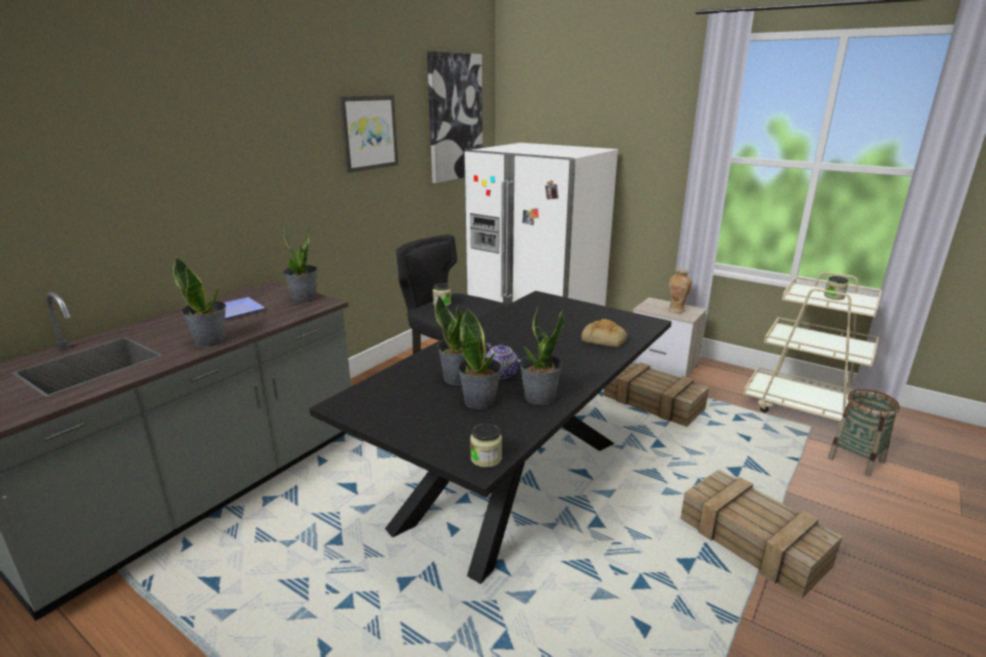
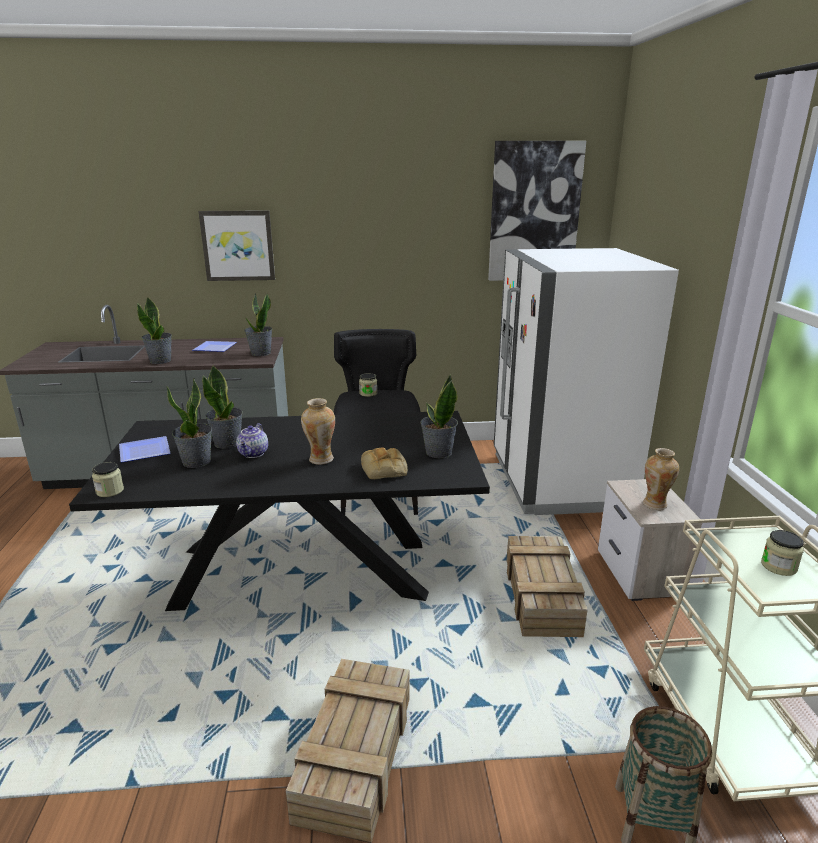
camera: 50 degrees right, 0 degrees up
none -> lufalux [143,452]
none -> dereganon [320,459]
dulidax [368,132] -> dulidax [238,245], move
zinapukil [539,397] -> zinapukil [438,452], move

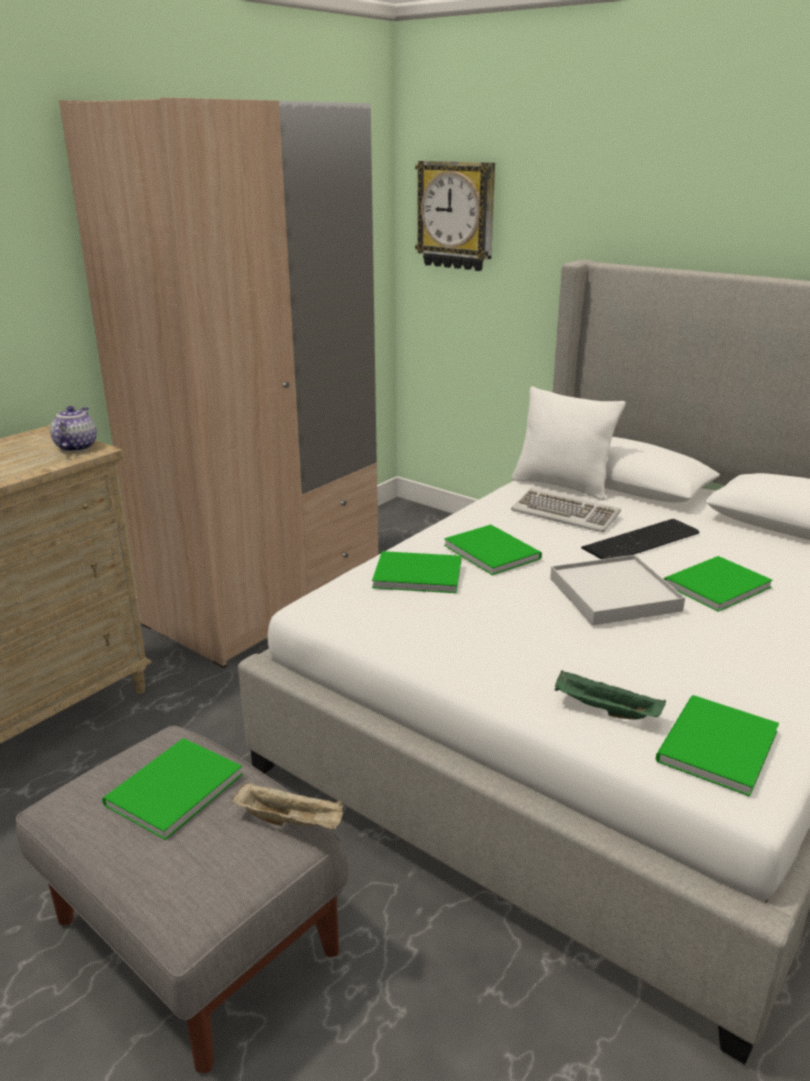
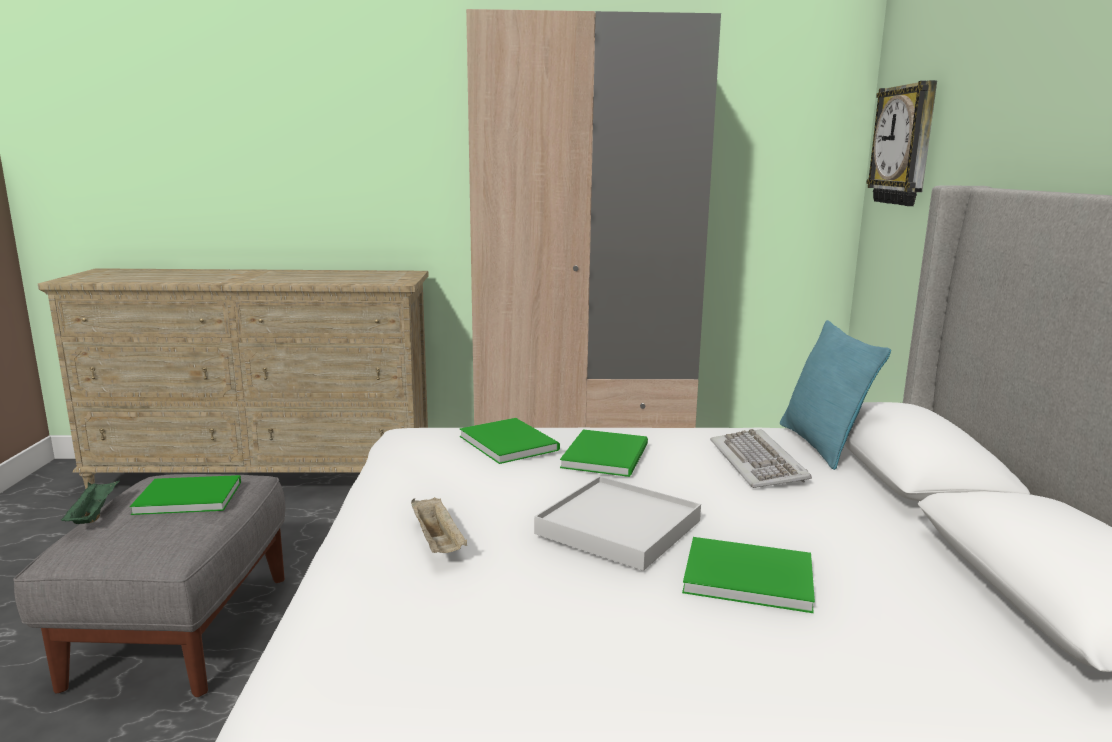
camera: 50 degrees right, 10 degrees down
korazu [76,446] -> none
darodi [644,541] -> none
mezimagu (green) [713,747] -> none
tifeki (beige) [291,821] -> tifeki (beige) [438,543], move
tifeki (green) [604,710] -> tifeki (green) [93,515], move
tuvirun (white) [562,485] -> tuvirun (turquoise) [821,445]

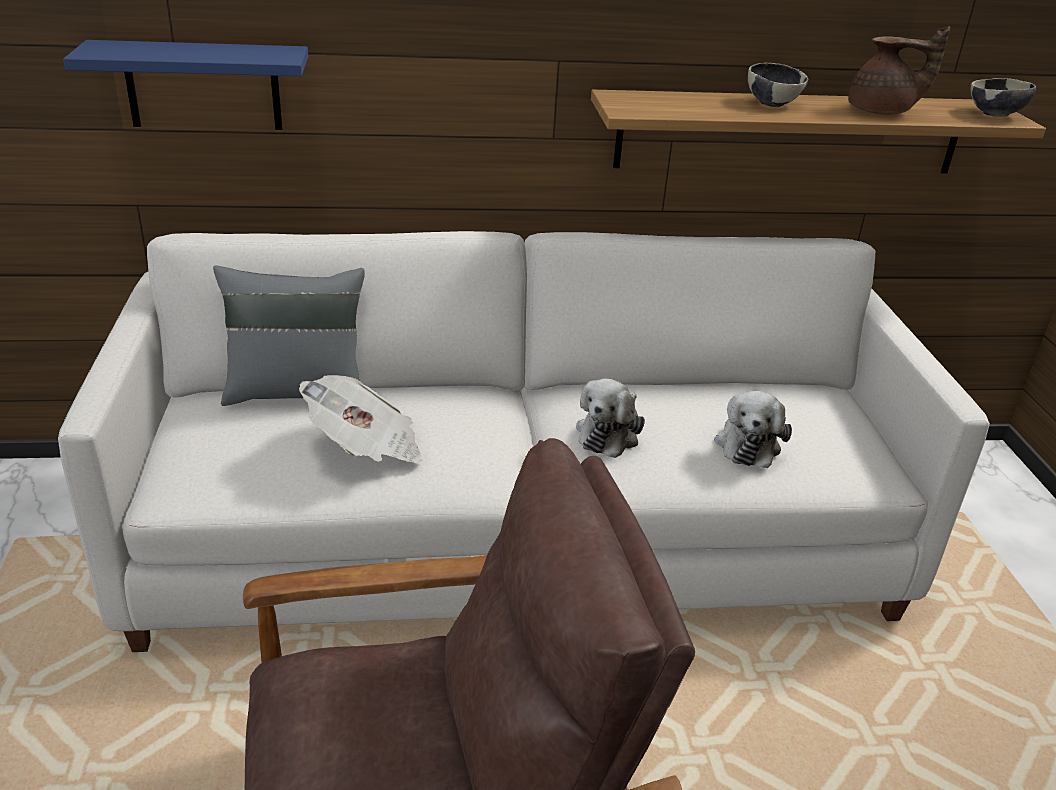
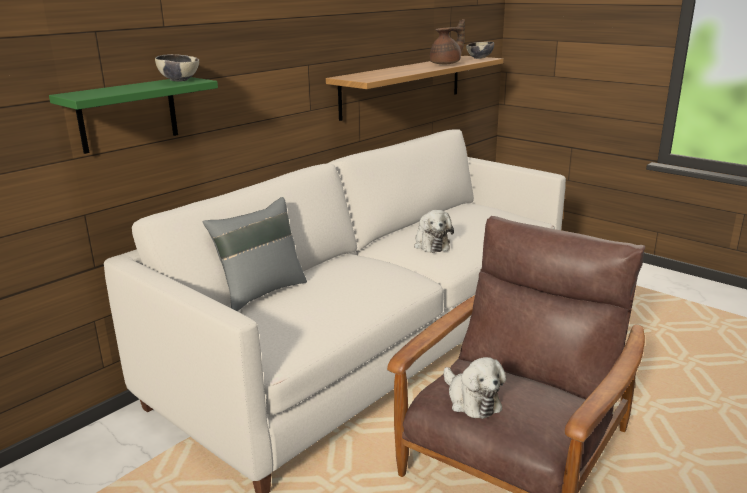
camera: 40 degrees left, 10 degrees down
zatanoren [366,447] -> none
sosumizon [748,443] -> sosumizon [471,400], move
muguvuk [772,103] -> muguvuk [179,80], move
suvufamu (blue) [203,86] -> suvufamu (green) [128,114]

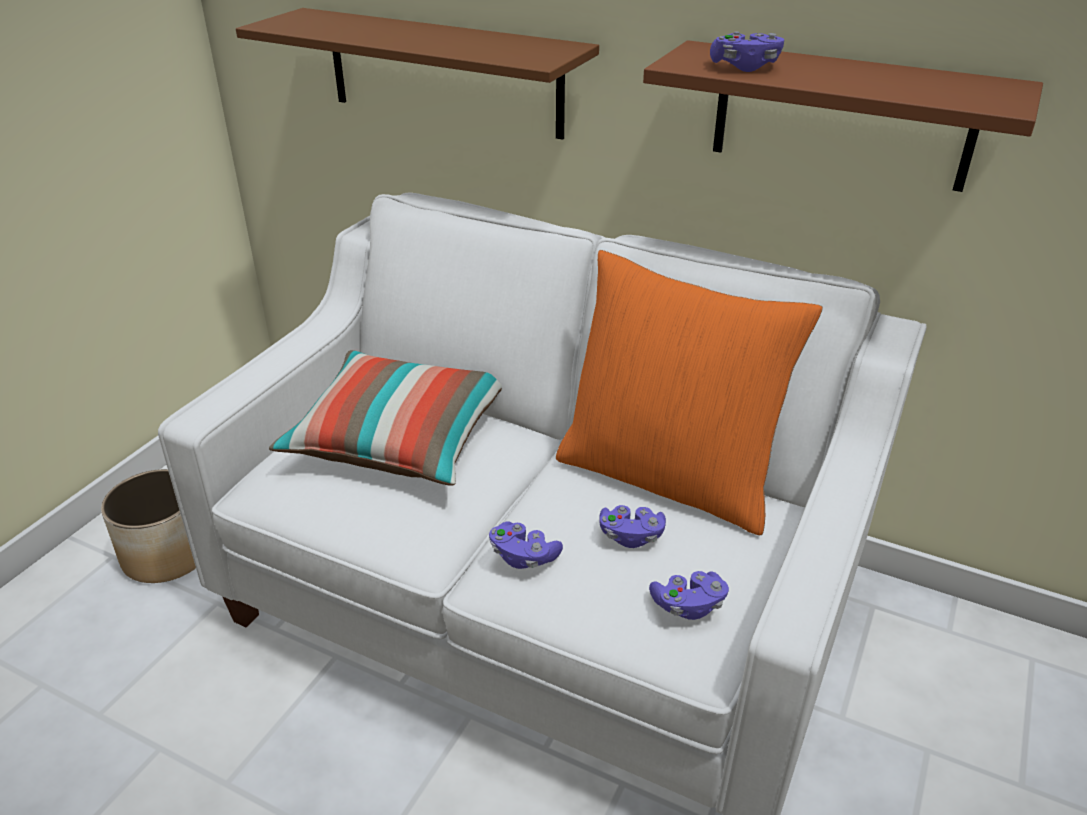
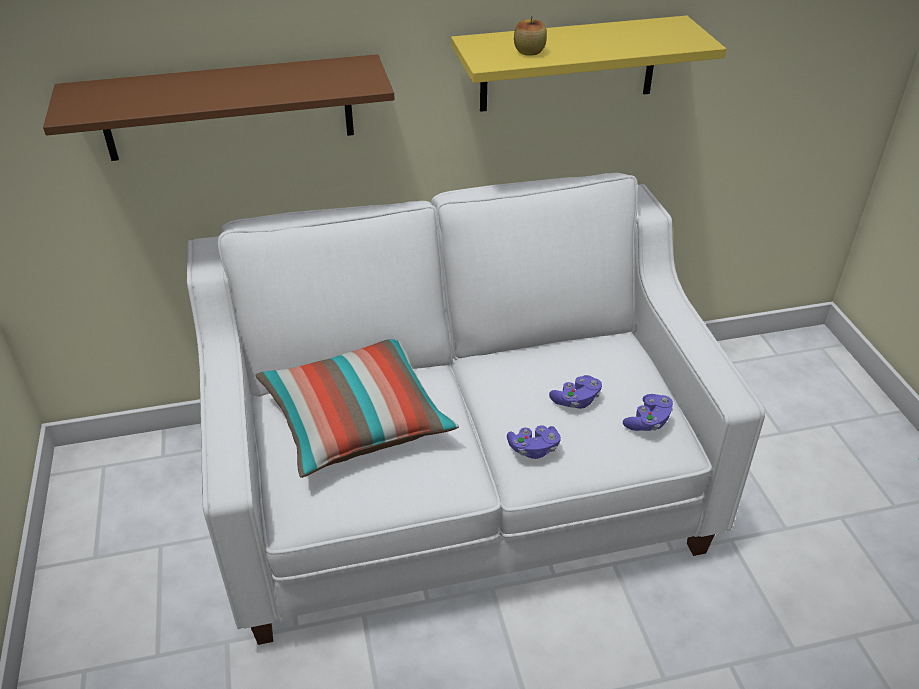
camera: 40 degrees left, 5 degrees up
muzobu [168,554] -> none
tuvirun (orange) [669,475] -> none
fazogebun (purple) [744,67] -> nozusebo [529,52]
suvufamu (brown) [842,116] -> suvufamu (yellow) [568,64]

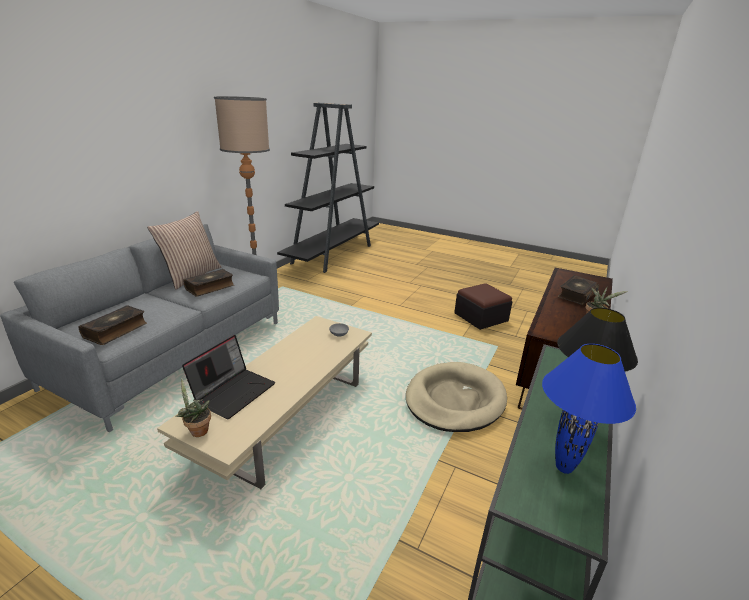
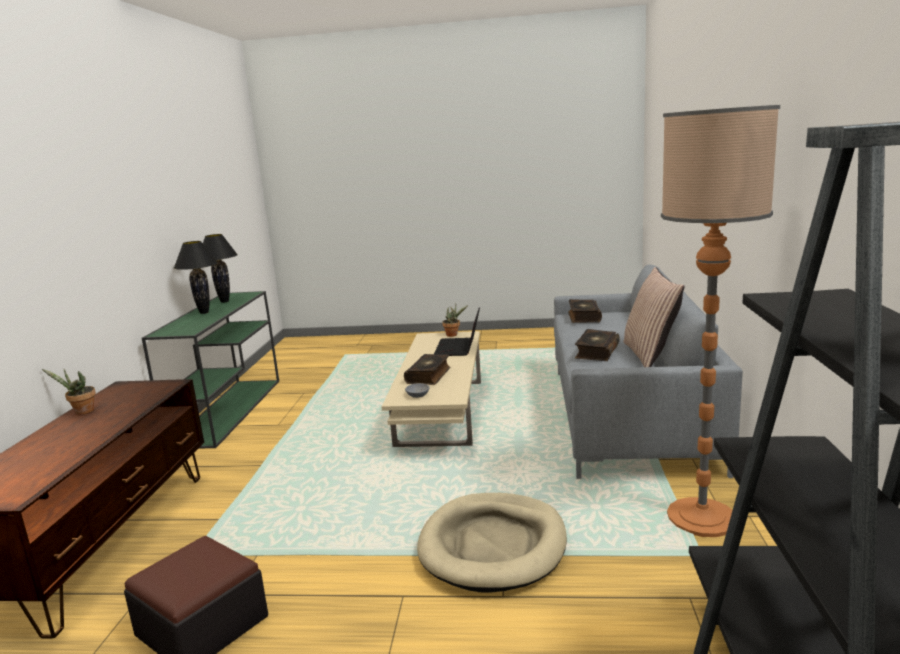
camera: 160 degrees right, 10 degrees down
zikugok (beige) [454,400] -> zikugok (beige) [493,546], move
mezimagu [576,295] -> mezimagu [429,375], move
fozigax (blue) [563,467] -> fozigax (black) [225,301]

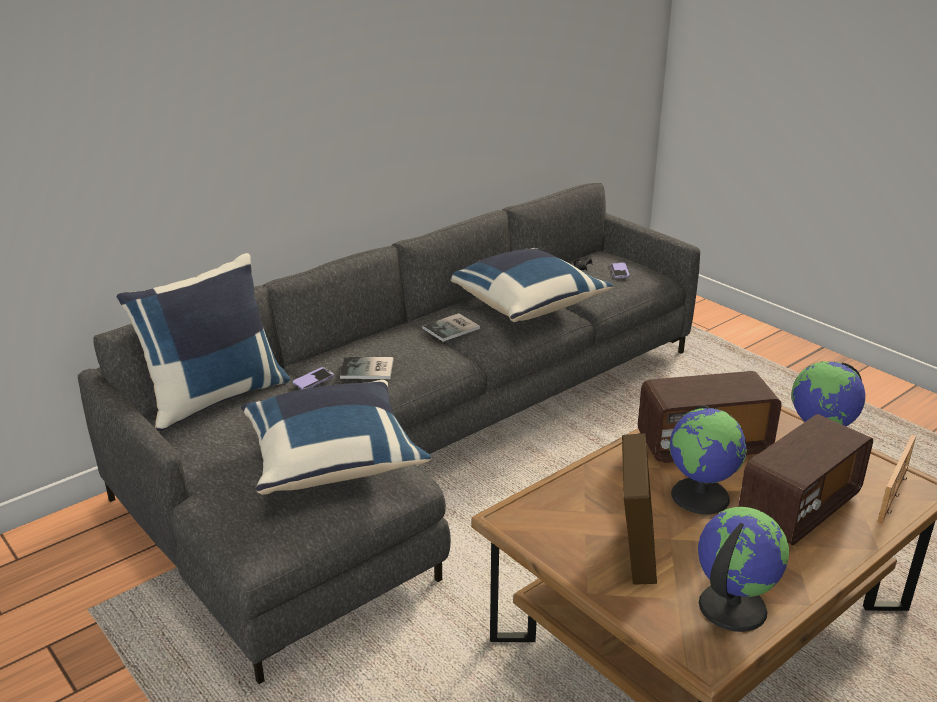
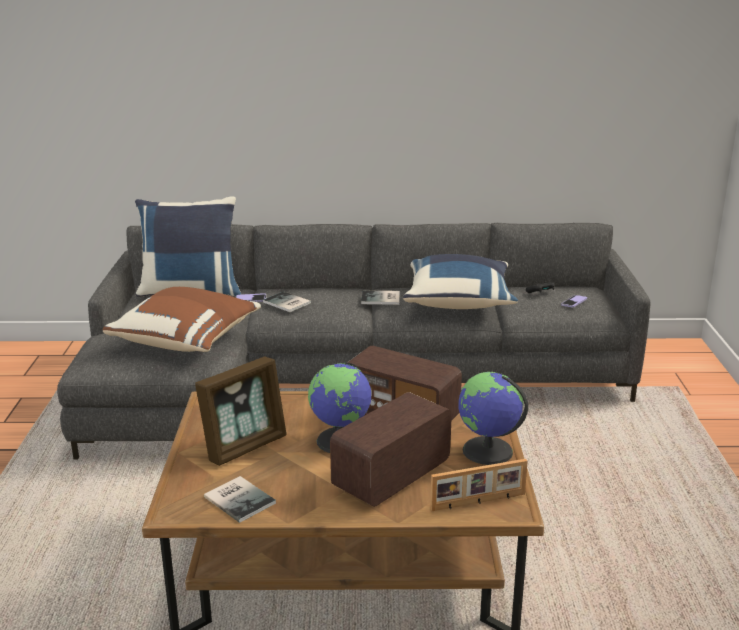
camera: 40 degrees right, 5 degrees down
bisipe [731,606] -> mezimagu [240,498]
tuvirun (blue) [332,460] -> tuvirun (brown) [187,340]
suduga [798,508] -> suduga [392,476], 135 degrees clockwise

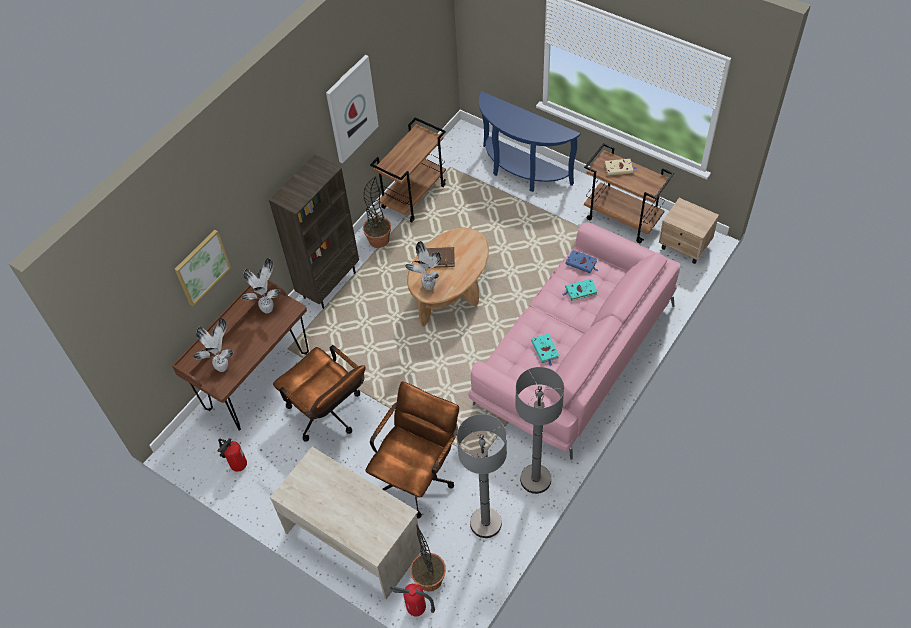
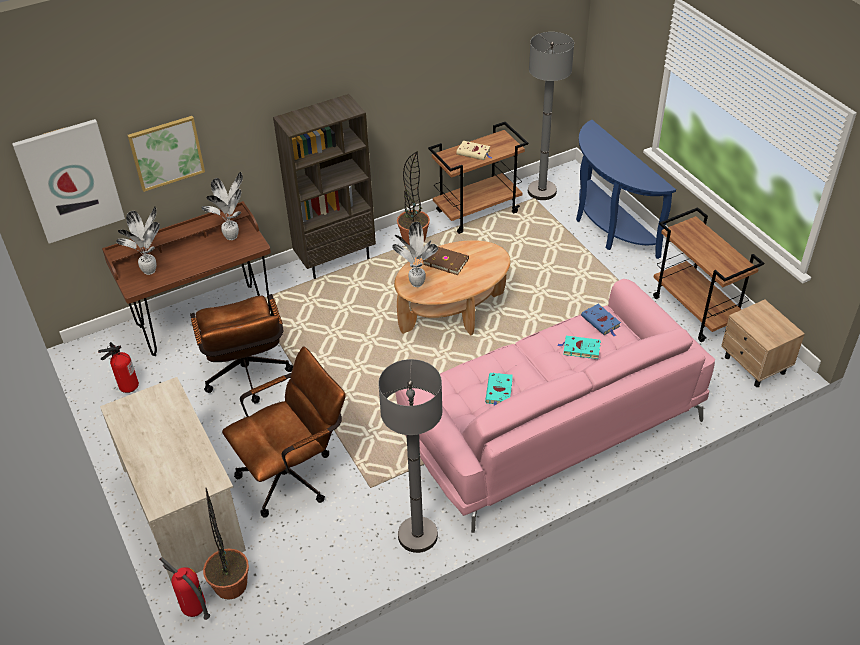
camera: 25 degrees right, 10 degrees down
dulidax [351,109] -> dulidax [70,181], move
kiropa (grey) [485,523] -> kiropa (grey) [542,191], move
mezimagu (beige) [619,168] -> mezimagu (beige) [474,152], move

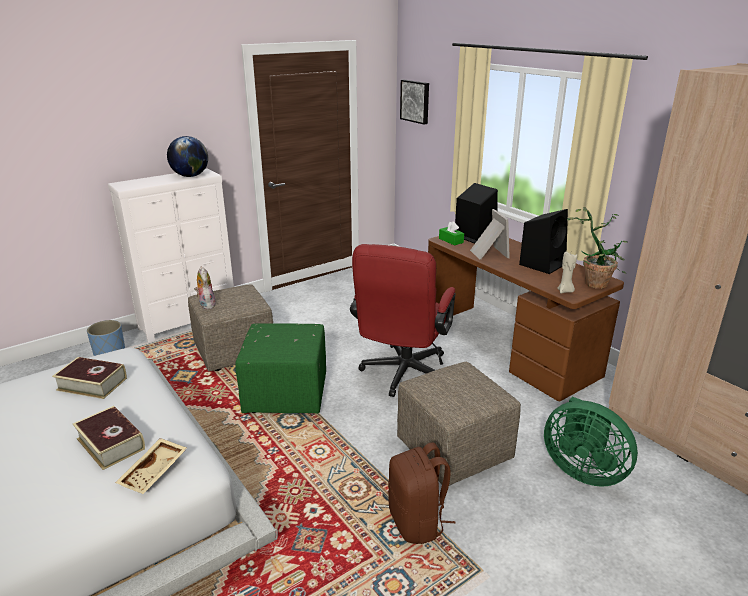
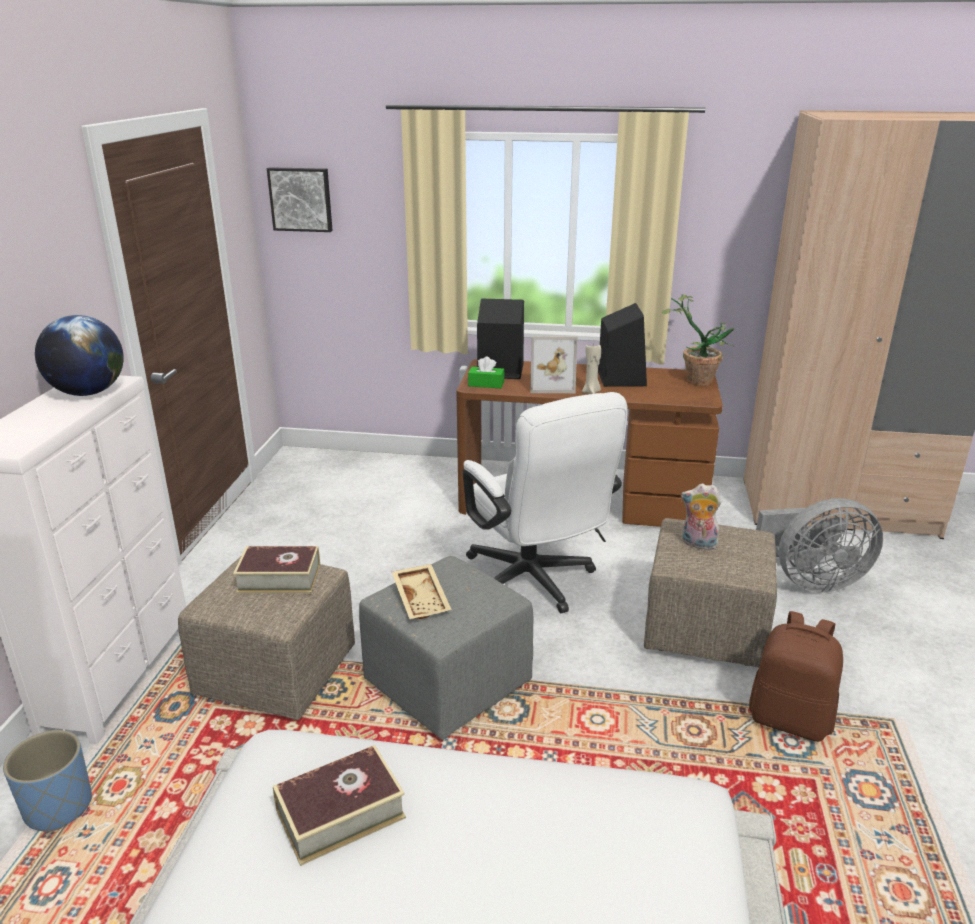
camera: 45 degrees left, 0 degrees up
mezimagu [111,444] -> mezimagu [279,578], move
tifeki (beige) [154,472] -> tifeki (beige) [422,599], move
sosumizon [206,304] -> sosumizon [697,544], move
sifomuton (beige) [565,291] -> sifomuton (beige) [591,392], move
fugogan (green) [287,394] -> fugogan (grey) [448,683]
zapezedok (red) [402,375] -> zapezedok (white) [535,583]
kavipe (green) [582,470] -> kavipe (grey) [811,581]
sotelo [487,253] -> sotelo [551,385], 150 degrees clockwise

